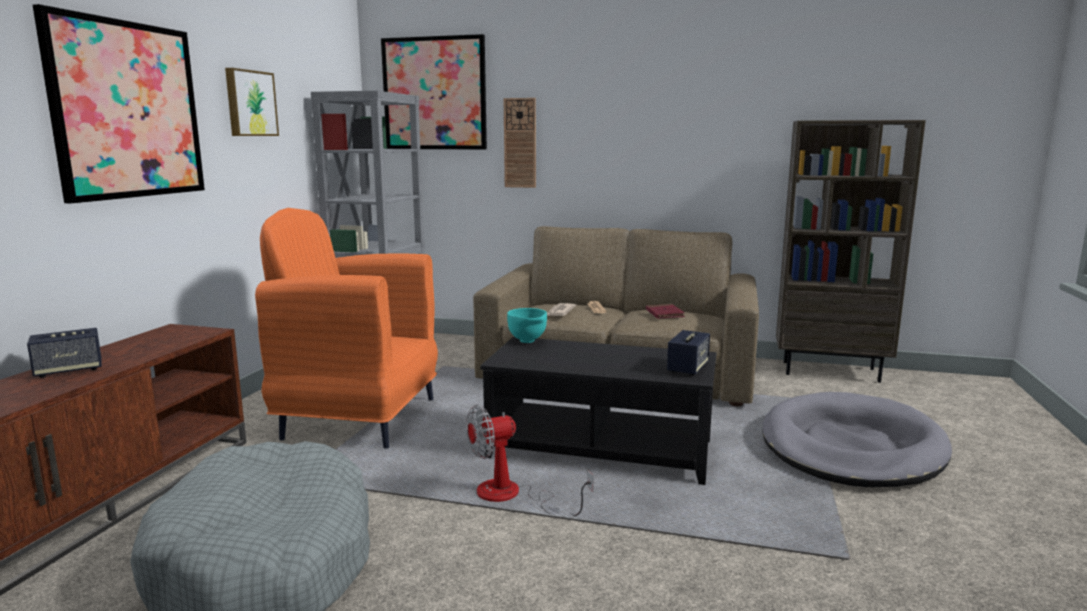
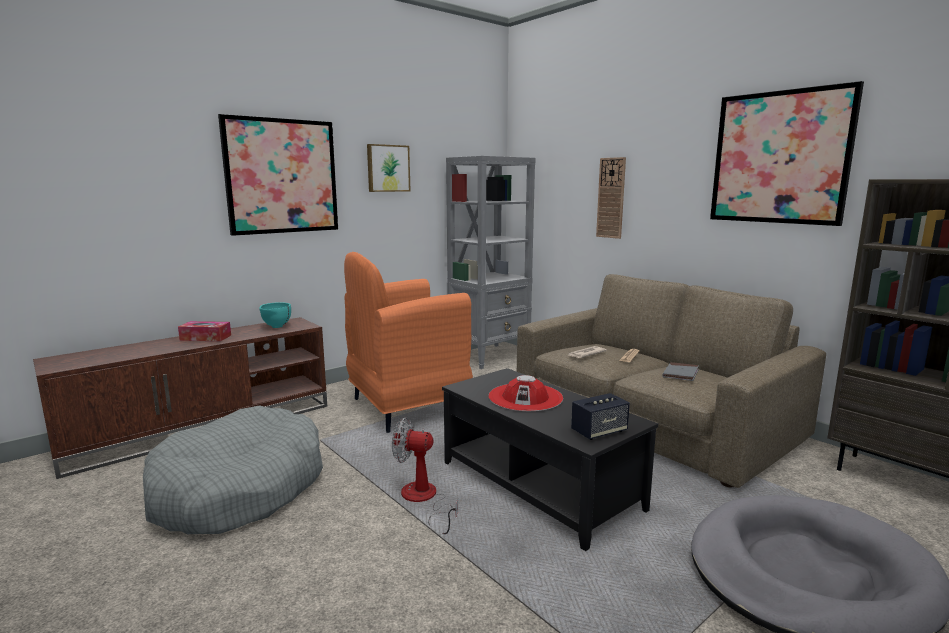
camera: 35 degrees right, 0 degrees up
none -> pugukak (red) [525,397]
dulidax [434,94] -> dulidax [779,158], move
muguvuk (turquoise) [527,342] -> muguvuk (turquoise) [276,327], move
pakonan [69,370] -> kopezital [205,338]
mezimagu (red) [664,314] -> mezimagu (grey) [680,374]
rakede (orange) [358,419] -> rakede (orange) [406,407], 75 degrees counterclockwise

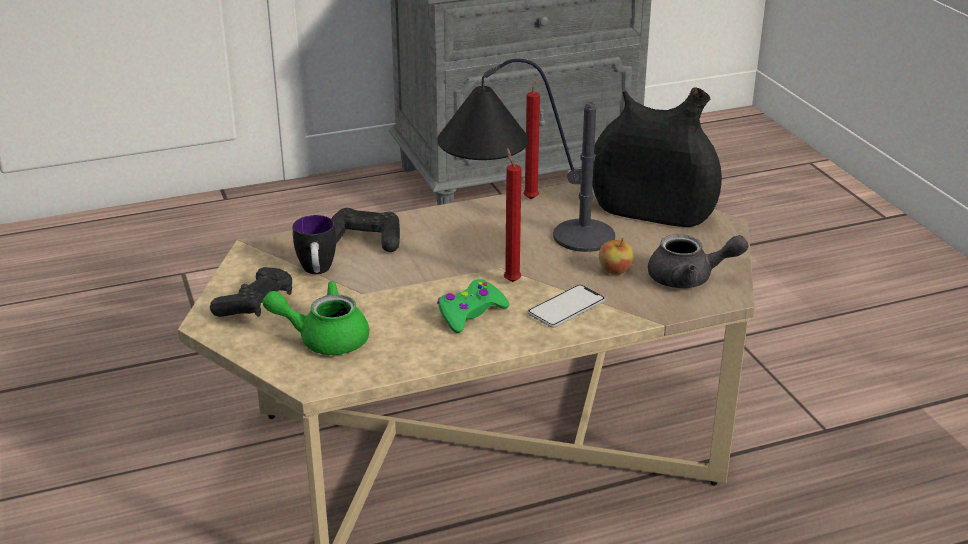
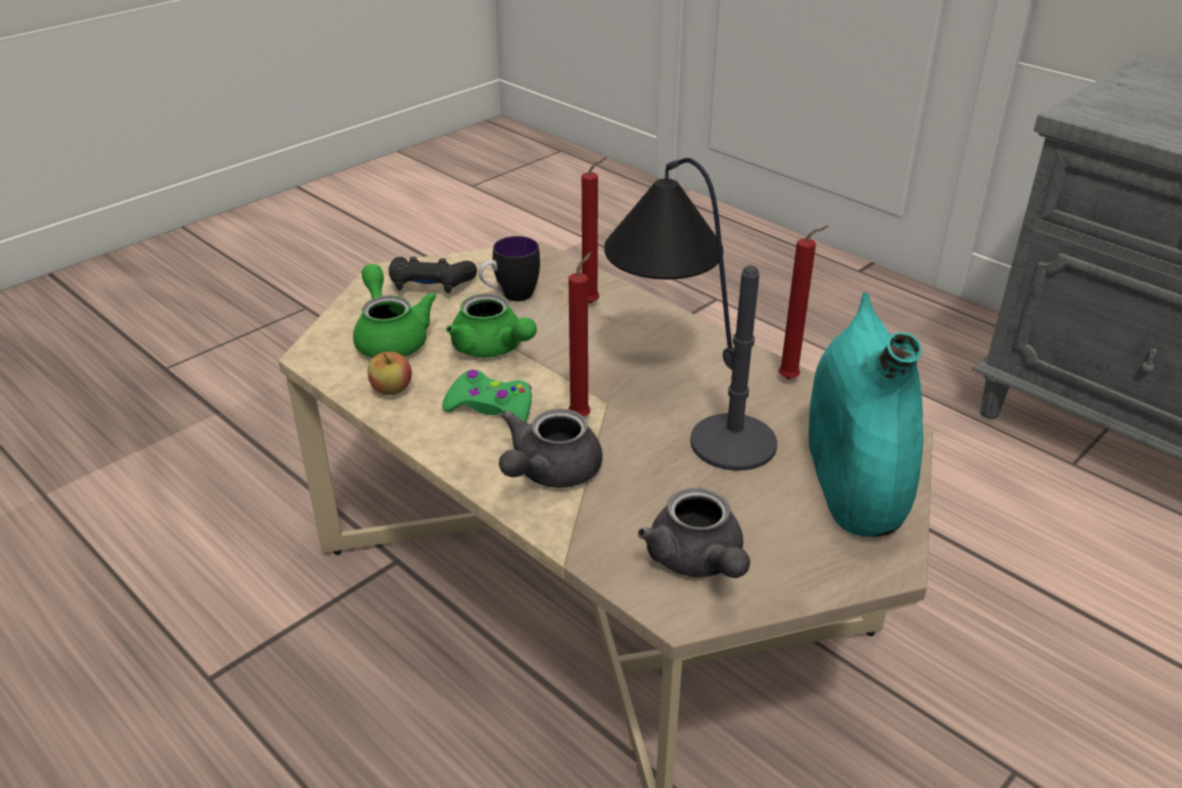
camera: 65 degrees right, 5 degrees up
none -> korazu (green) [492,349]
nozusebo [615,271] -> nozusebo [392,390], move
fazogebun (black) [364,240] -> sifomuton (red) [593,303]
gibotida [566,308] -> korazu (grey) [549,473]
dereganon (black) [651,212] -> dereganon (turquoise) [852,484]

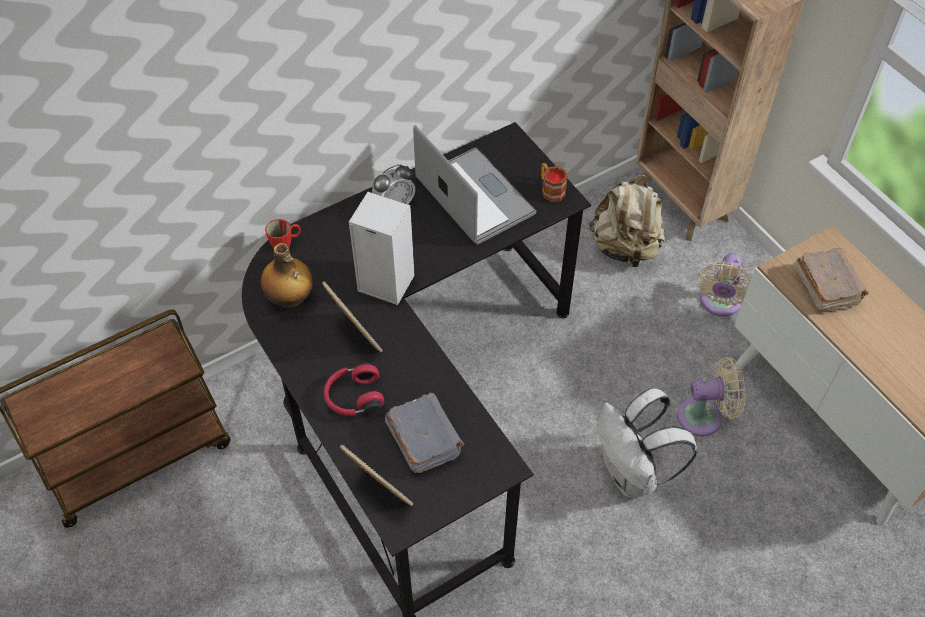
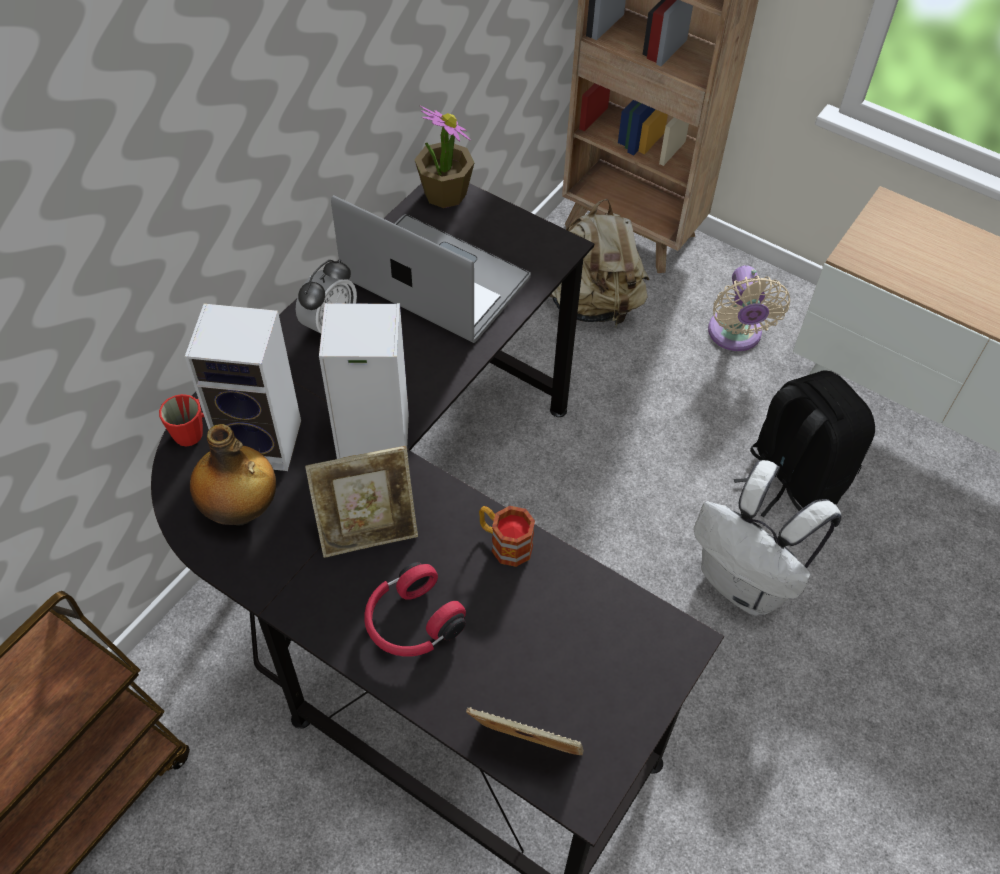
camera: 25 degrees left, 0 degrees up
mezimagu (grey) [424,439] -> none
mezimagu (brown) [826,286] -> none
none -> pakonan [265,441]
none -> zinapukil [444,193]
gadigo [550,189] -> gadigo [504,543], move
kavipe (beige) [705,416] -> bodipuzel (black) [791,478]
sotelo [355,337] -> sotelo [368,531], 135 degrees clockwise

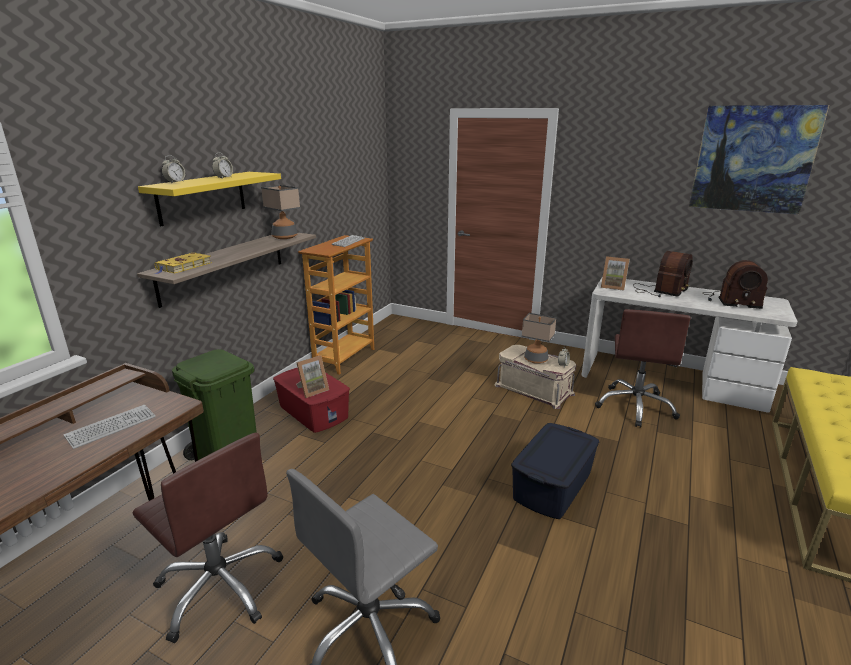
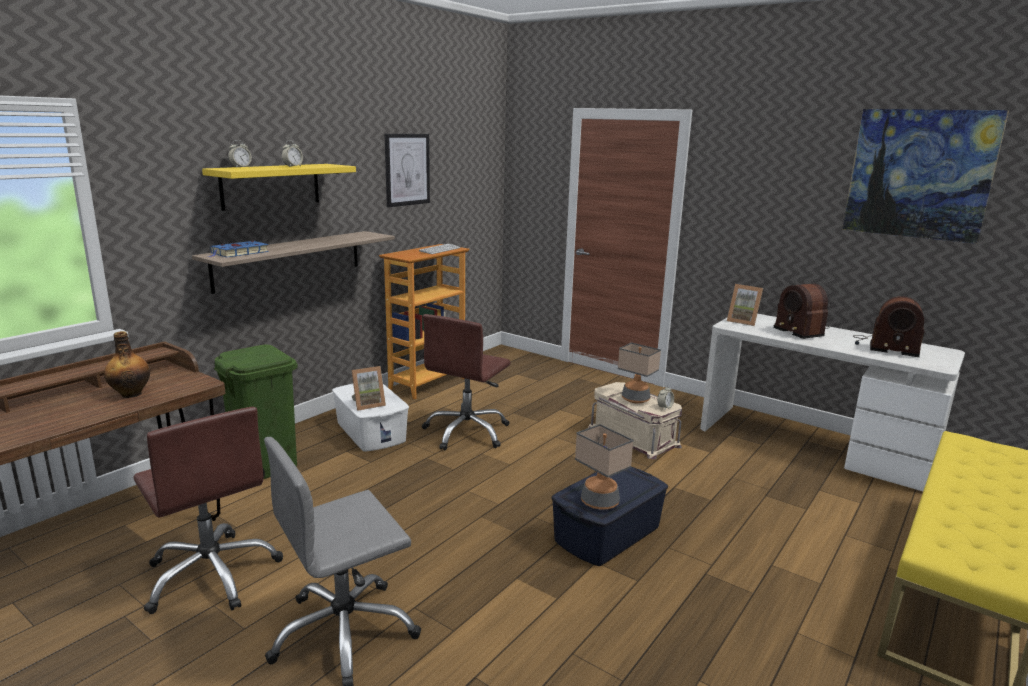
camera: 10 degrees right, 5 degrees down
none -> dulidax [407,169]
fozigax [284,237] -> fozigax [599,502], move
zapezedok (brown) [635,406] -> zapezedok (brown) [467,432], move
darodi [111,427] -> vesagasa [131,394]
mezimagu (yellow) [183,266] -> mezimagu (blue) [238,253]
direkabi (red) [313,411] -> direkabi (white) [371,431]
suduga [660,291] -> suduga [800,330], 105 degrees clockwise

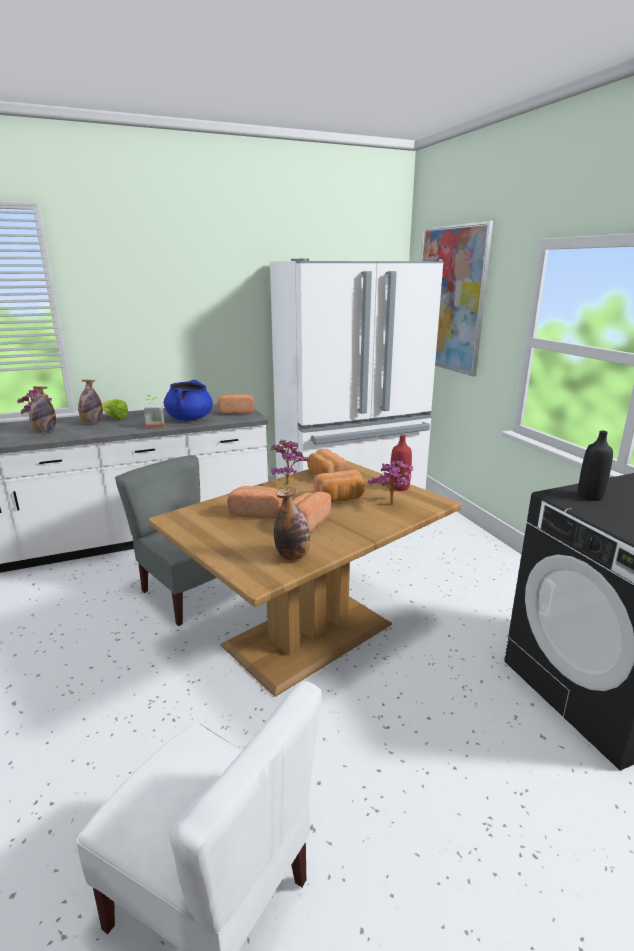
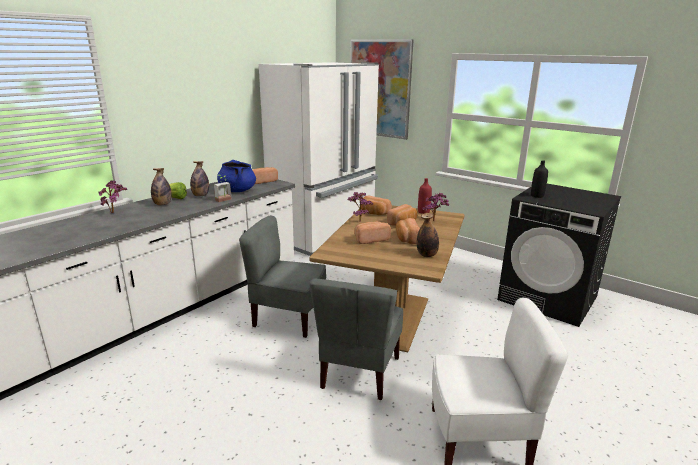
camera: 30 degrees left, 0 degrees up
none -> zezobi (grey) [359,373]
vesagasa [45,431] -> vesagasa [200,195], move

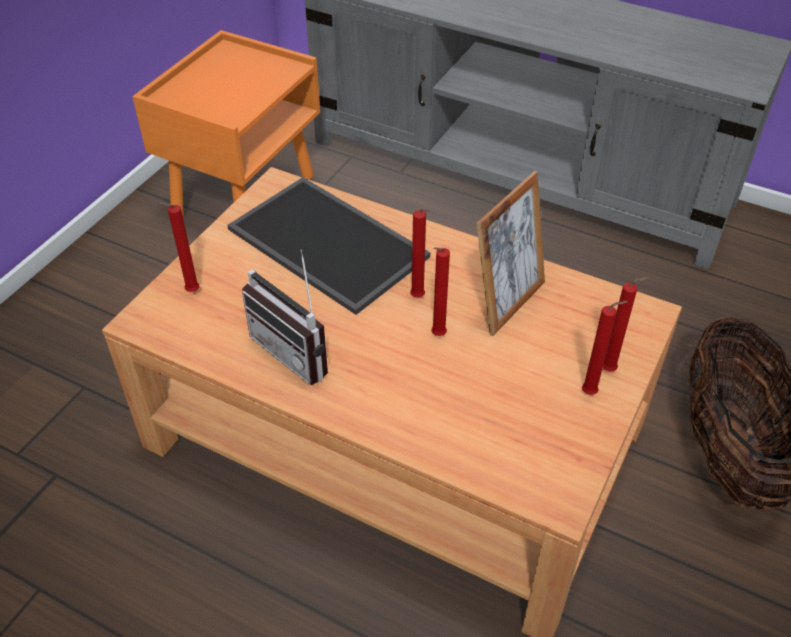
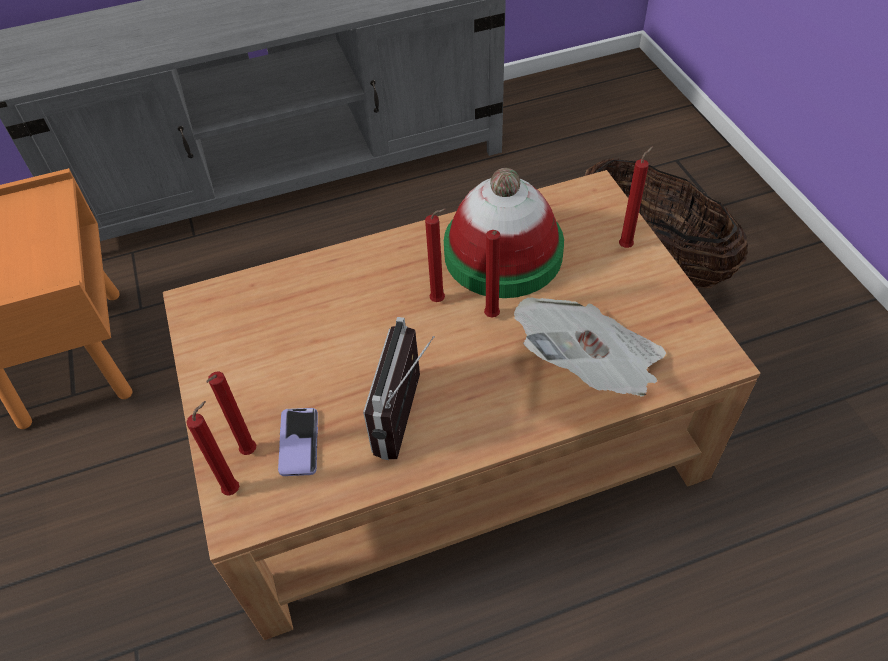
camera: 45 degrees left, 5 degrees up
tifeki [331,242] -> none
none -> gibotida [299,442]
none -> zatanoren [590,368]
sifomuton (red) [591,393] -> sifomuton (red) [234,489], move
sotelo [507,302] -> pugukak [503,253]
suduga [298,350] -> suduga [410,418], 105 degrees clockwise

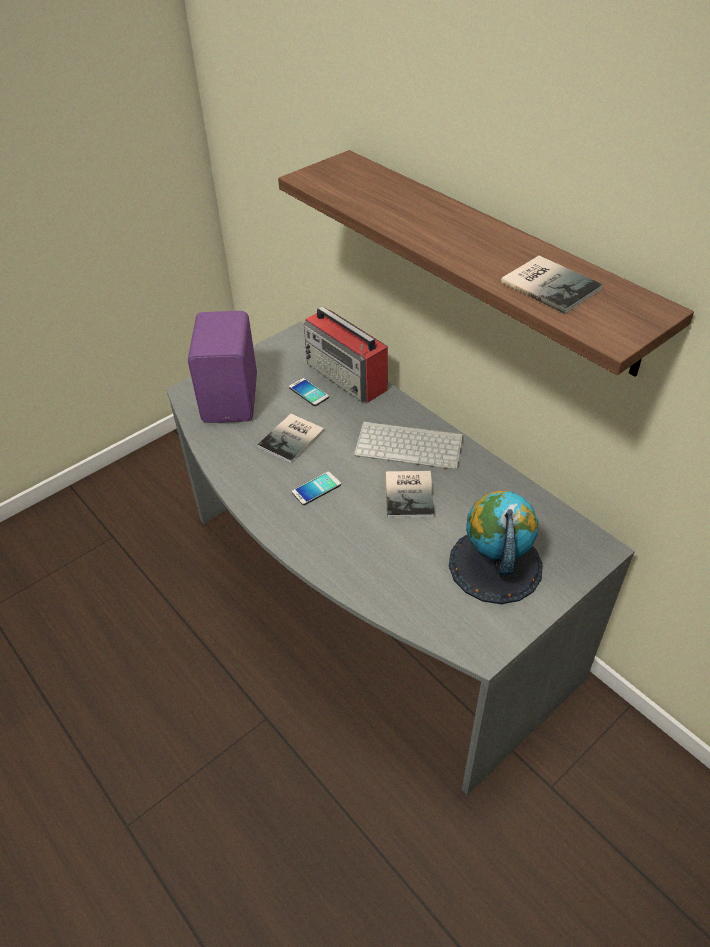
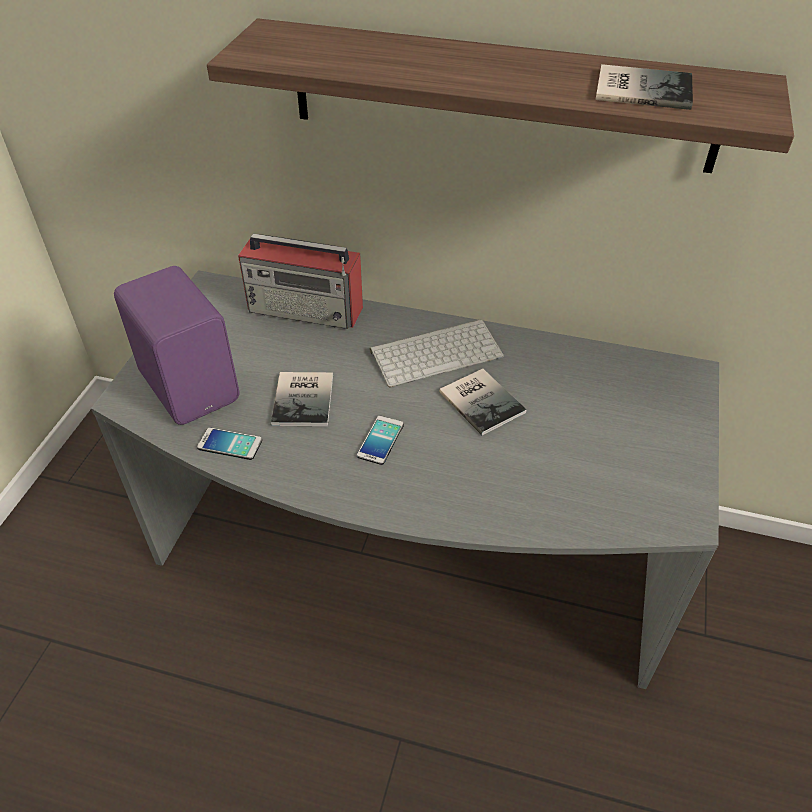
camera: 35 degrees left, 0 degrees up
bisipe [494,565] -> none
gibotida [308,392] -> gibotida [230,444], move

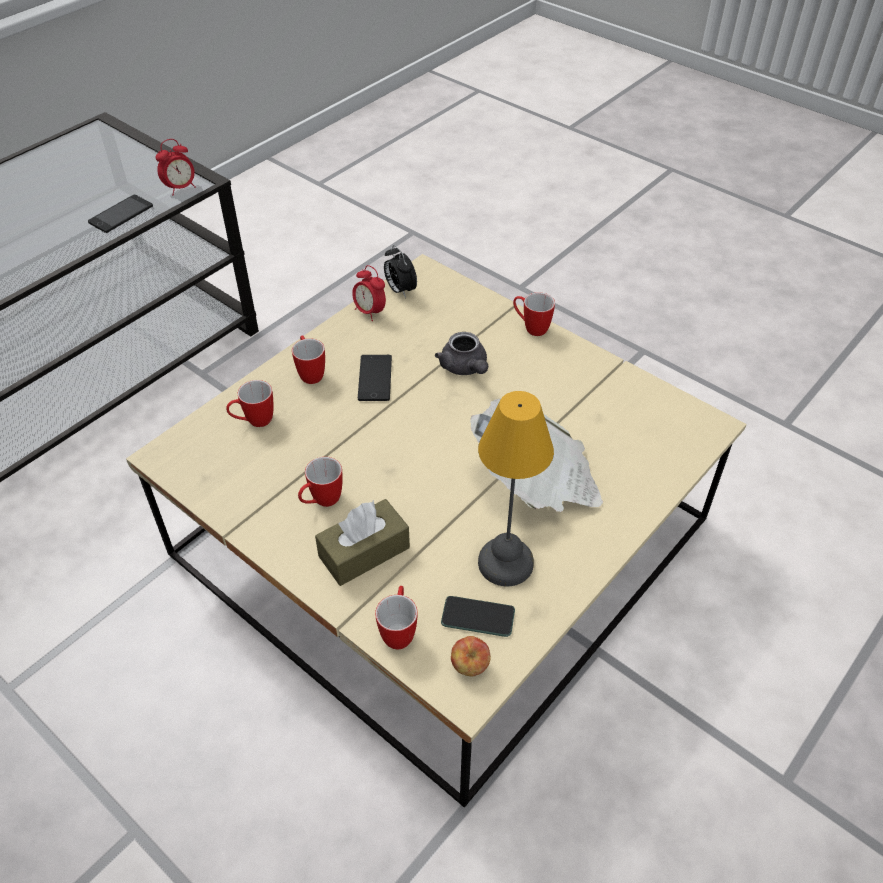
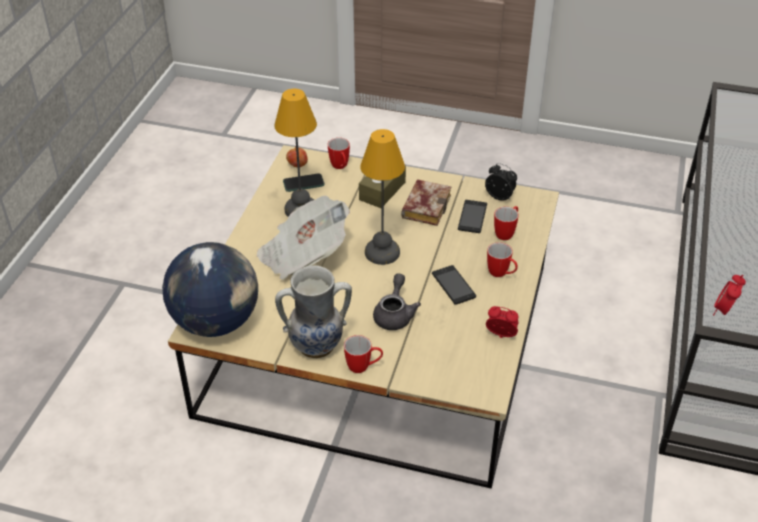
camera: 155 degrees right, 5 degrees down
none -> bisipe [216,322]
none -> dereganon [316,347]
none -> fozigax [383,252]
gibotida [121,214] -> gibotida [472,217], move
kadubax [400,290] -> kadubax [500,197], move
gadigo [321,502] -> mezimagu [425,205]
korazu (grey) [465,368] -> korazu (grey) [394,314], 60 degrees clockwise

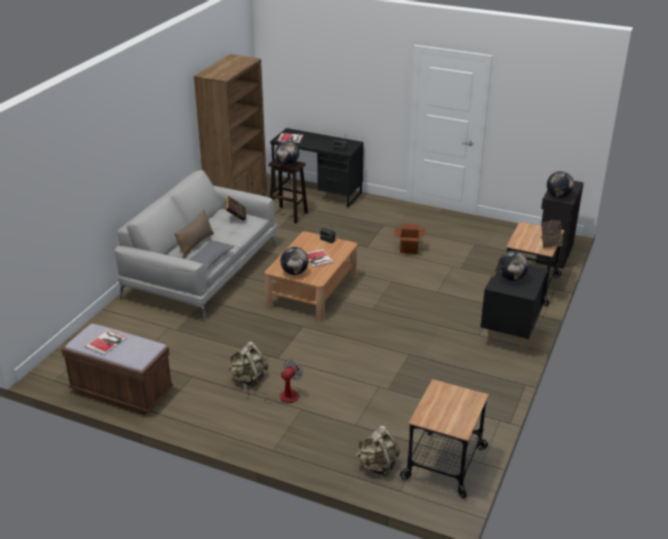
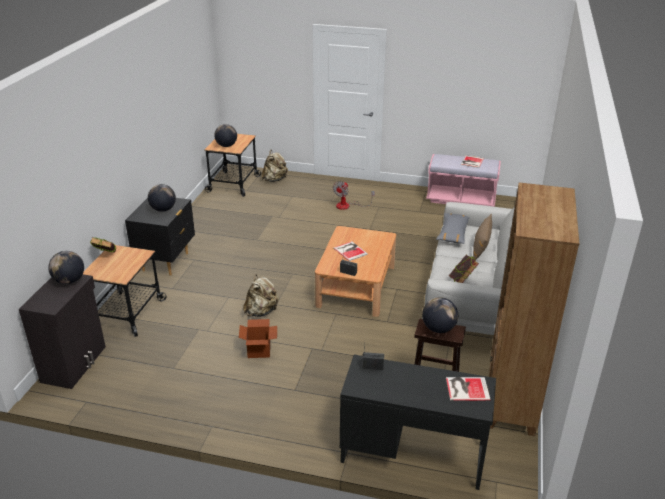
camera: 170 degrees right, 0 degrees up
bodipuzel (beige) [248,379] -> bodipuzel (beige) [261,312], move
bisipe [294,272] -> bisipe [226,146], move
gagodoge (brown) [122,391] -> gagodoge (pink) [461,199]

